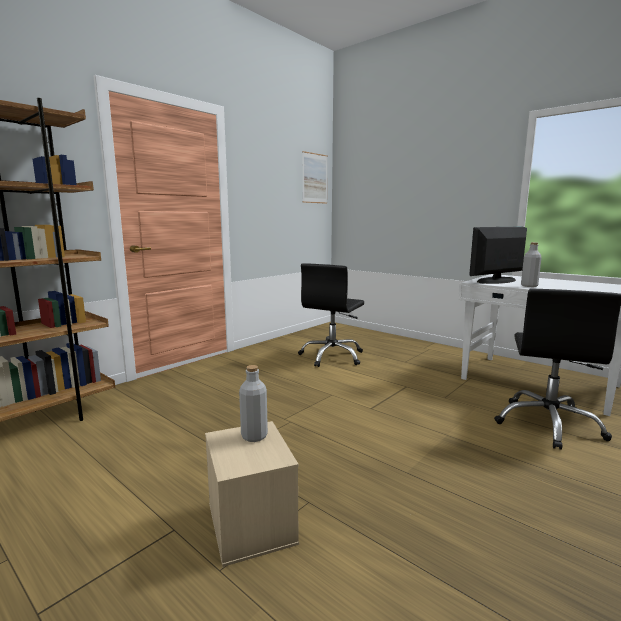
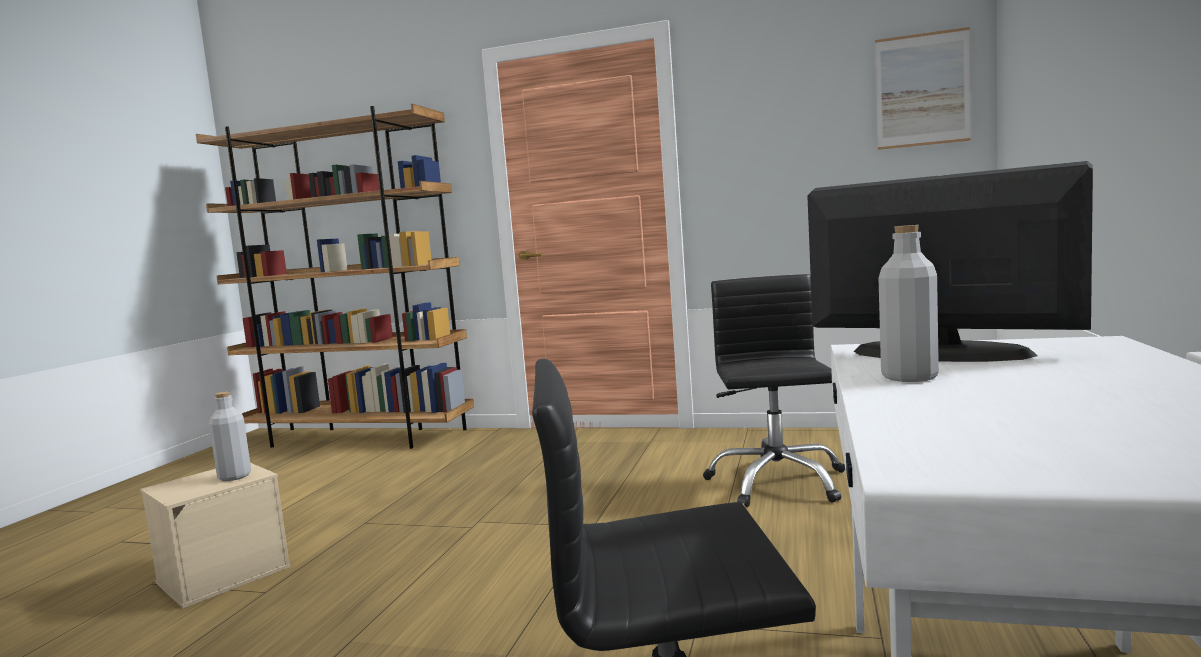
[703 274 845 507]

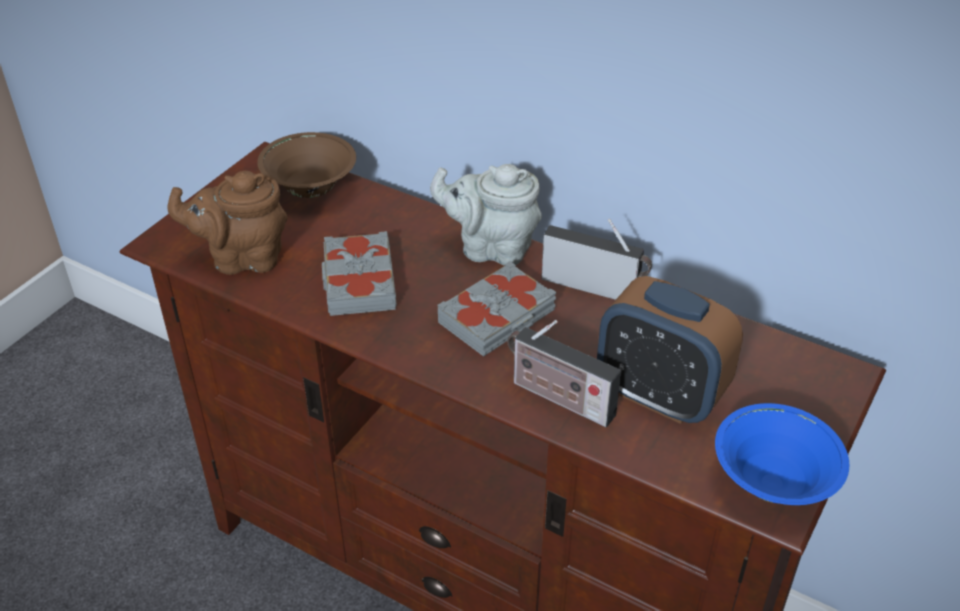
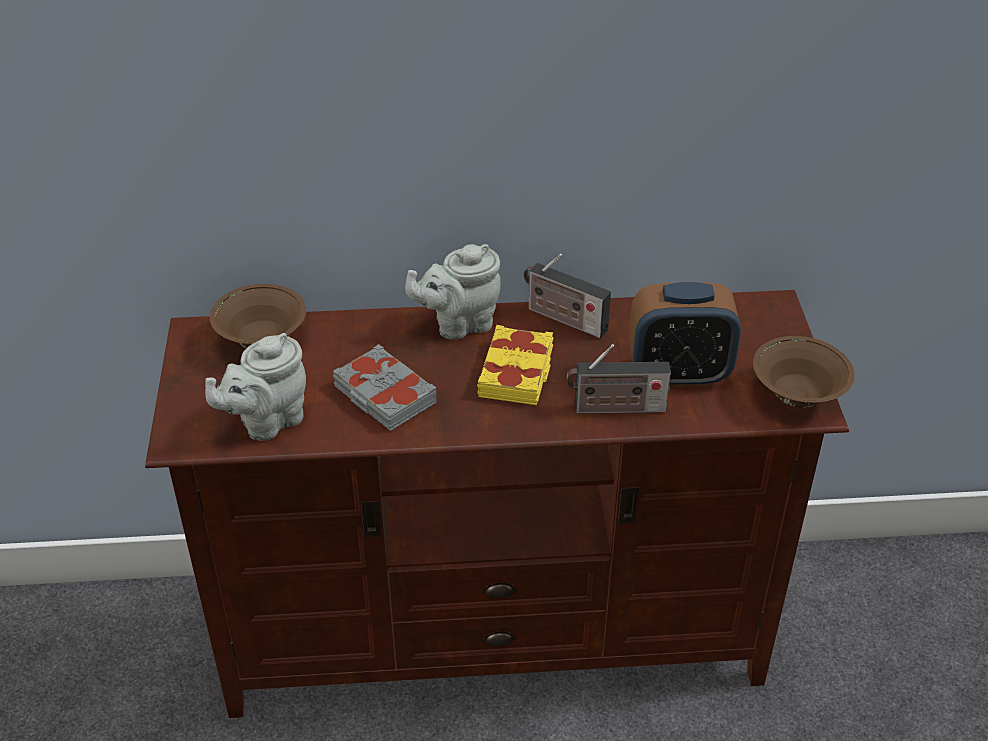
[205 333 306 441]
[477 325 553 405]
[753 336 855 408]
[524 254 611 338]

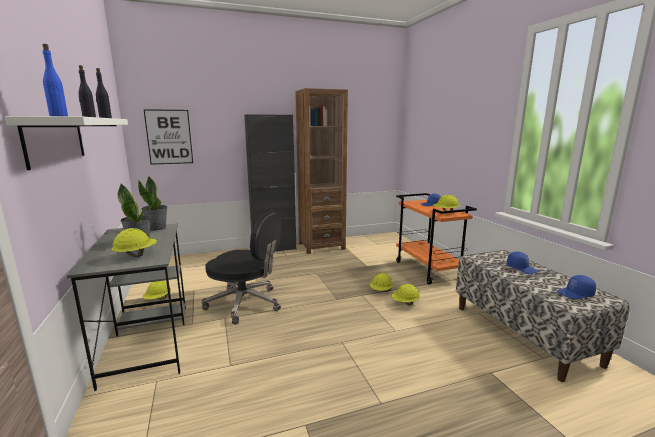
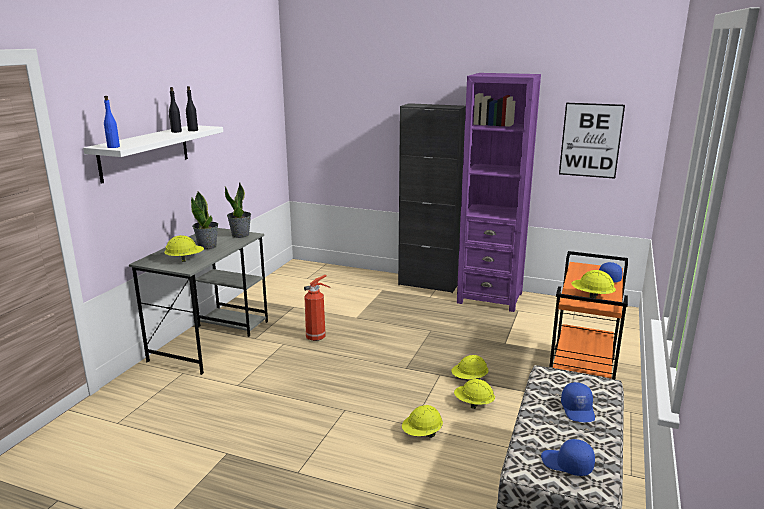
[402 405 443 438]
[559 103 625 179]
[304 275 331 341]
[457 73 541 312]

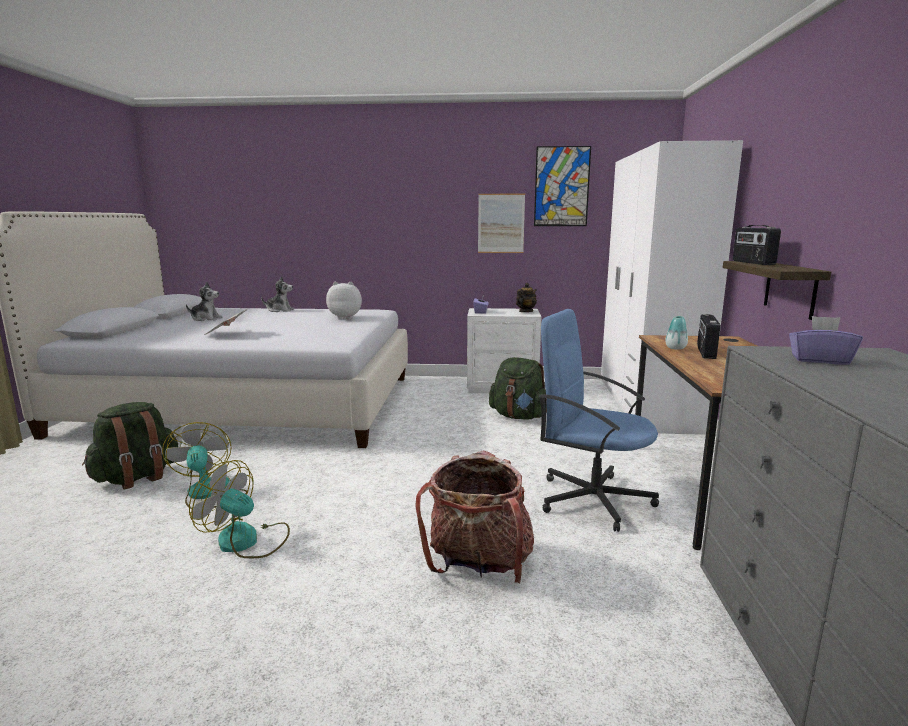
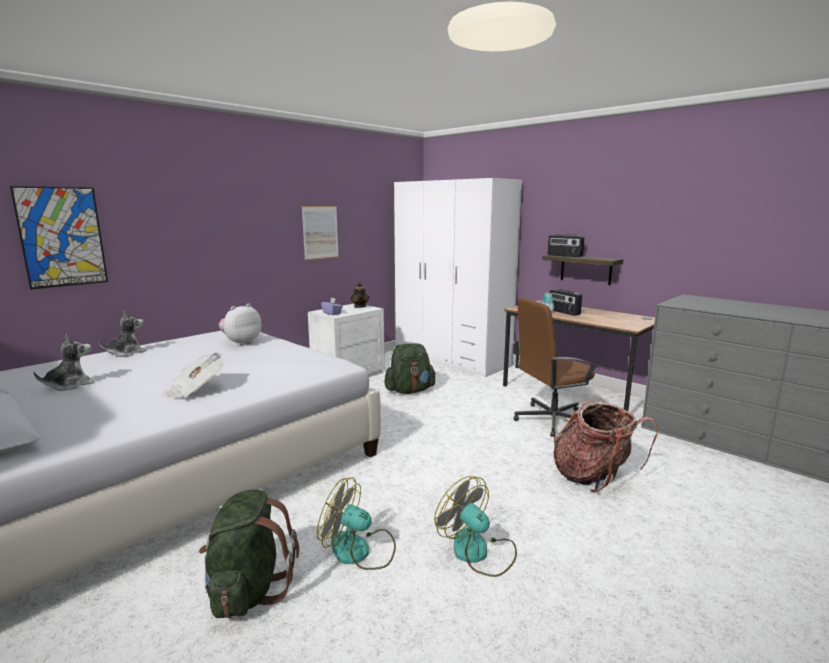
[789 316 863 365] (first image)
[10 186 108 290]
[514 298 597 437]
[434 476 517 577]

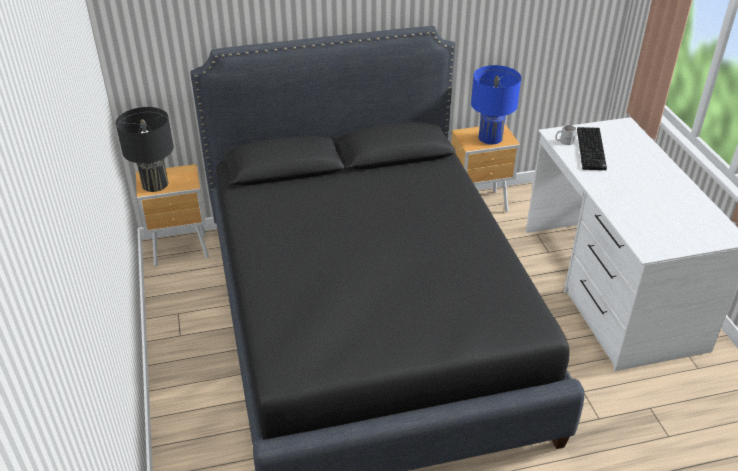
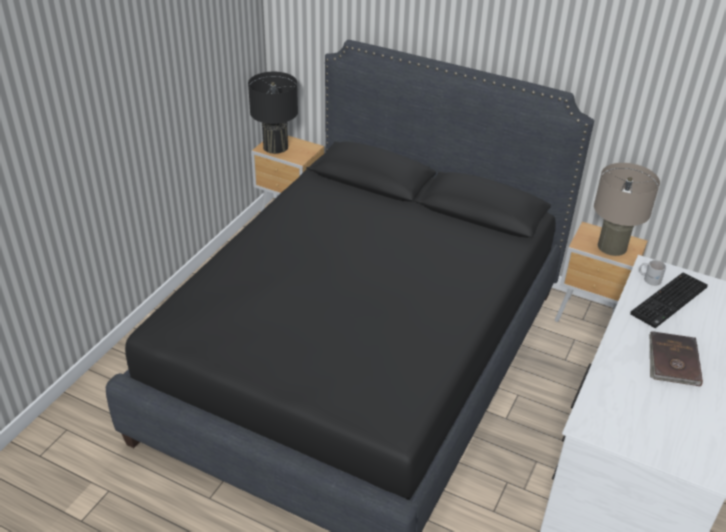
[650 331 703 386]
[594 163 660 256]

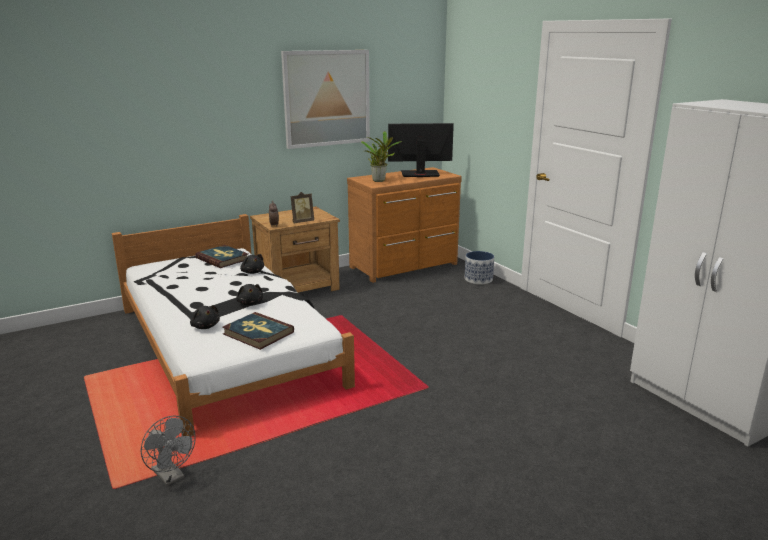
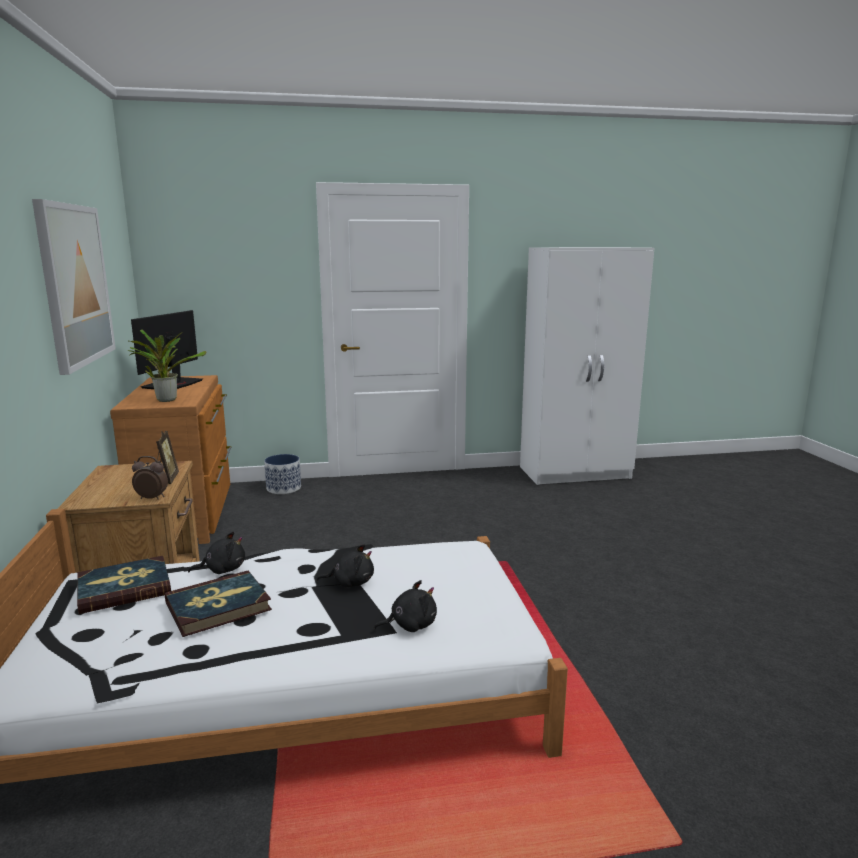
[141 416 196 486] (first image)
[165 570 272 637]

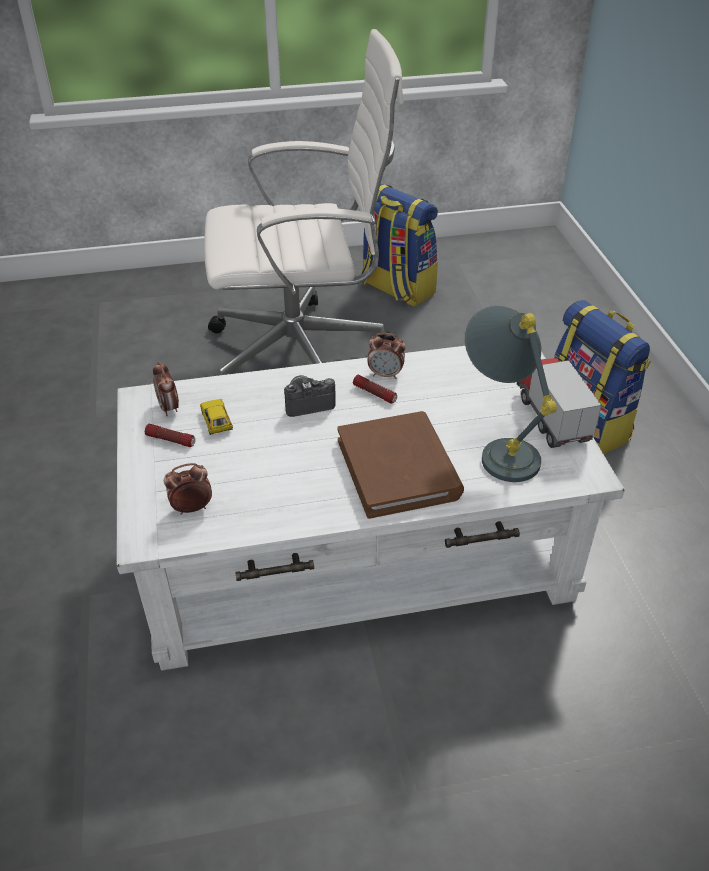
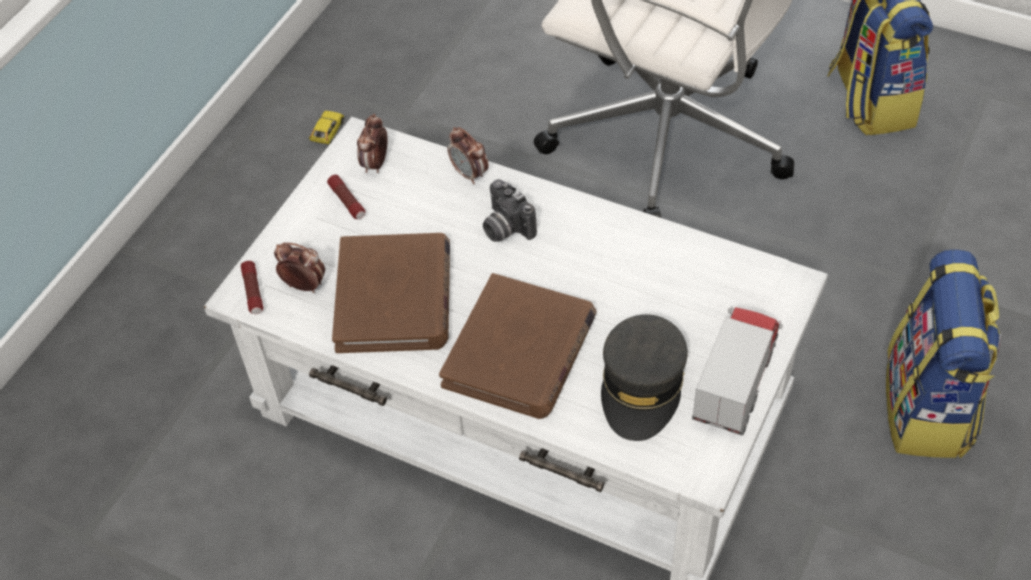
[332 233 450 353]
[309 111 344 145]
[241 261 263 314]
[448 127 488 184]
[601 314 688 441]
[483 179 537 242]

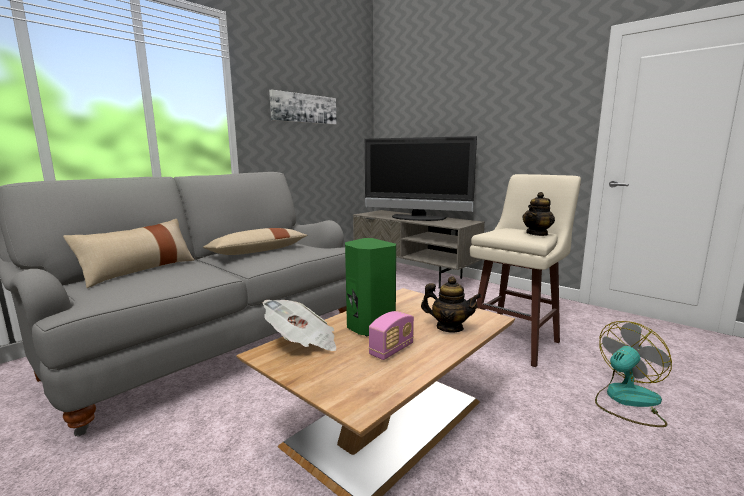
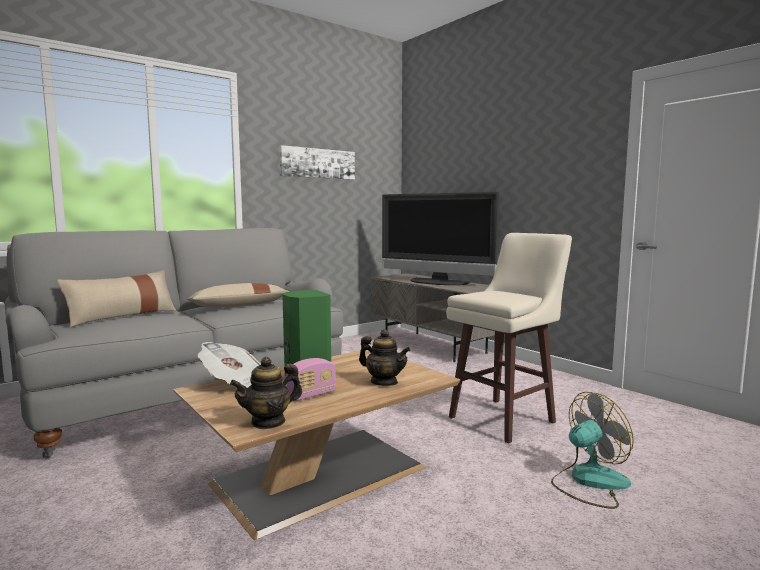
[230 357 302 429]

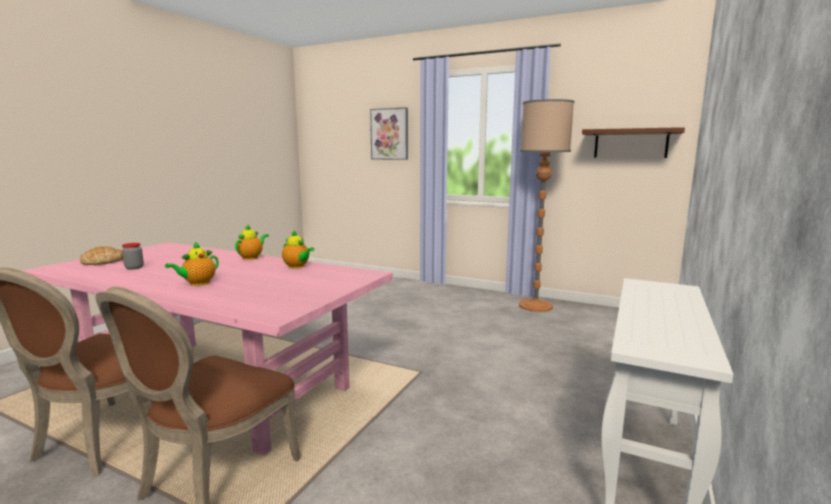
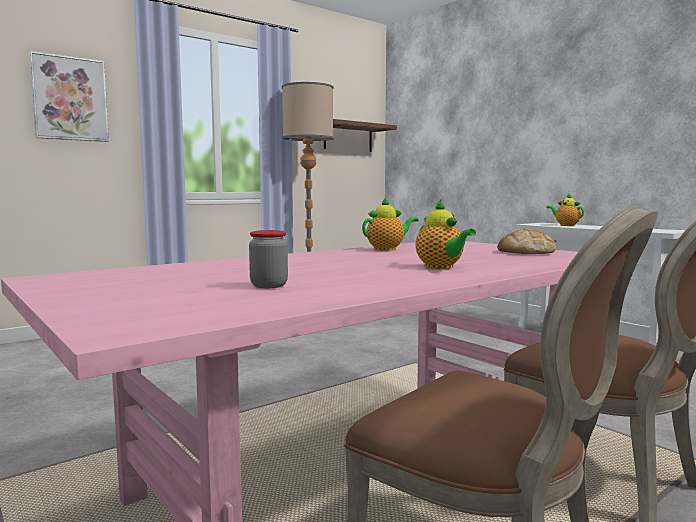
[497 228 556 254]
[546 194 584 226]

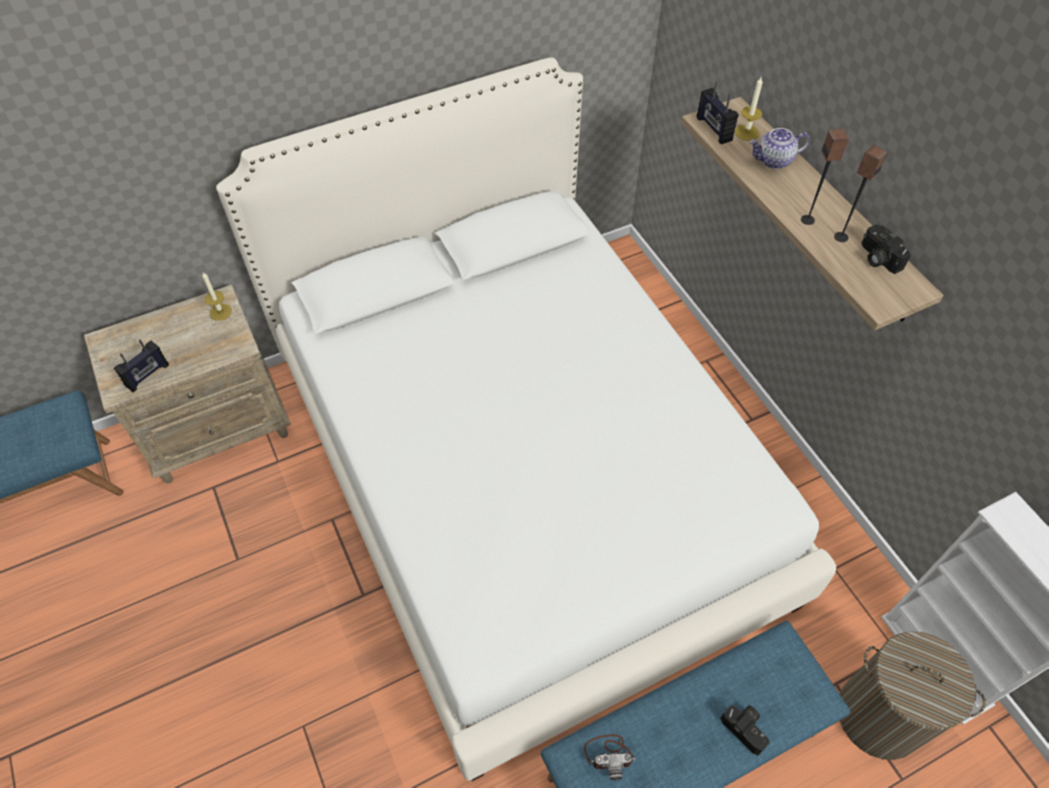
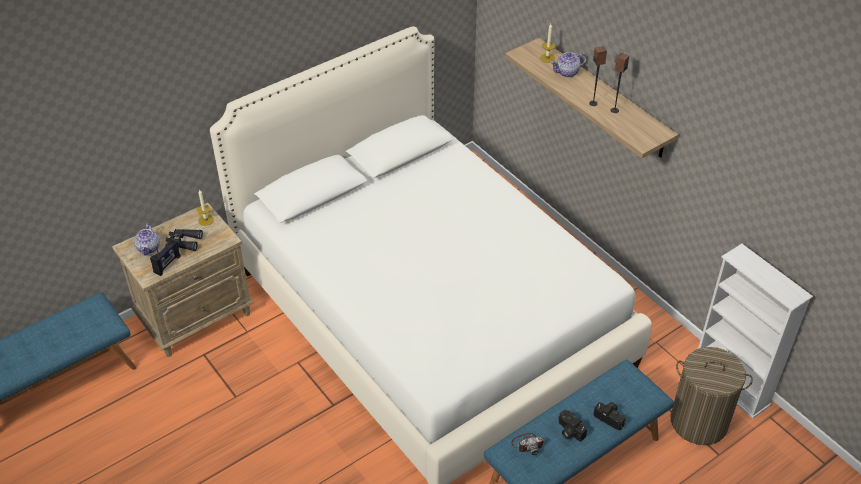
[696 81 739 144] (first image)
[134 223 160 255]
[166 229 203 251]
[558 410 587 441]

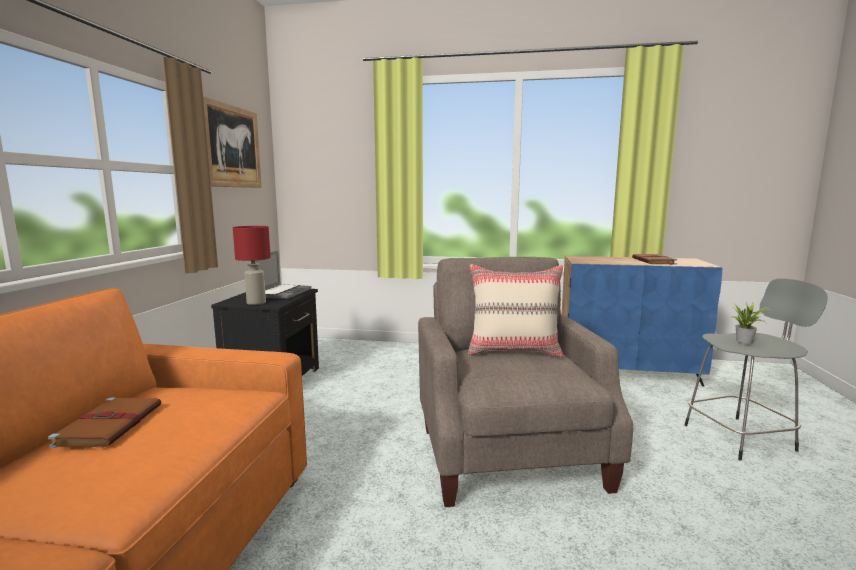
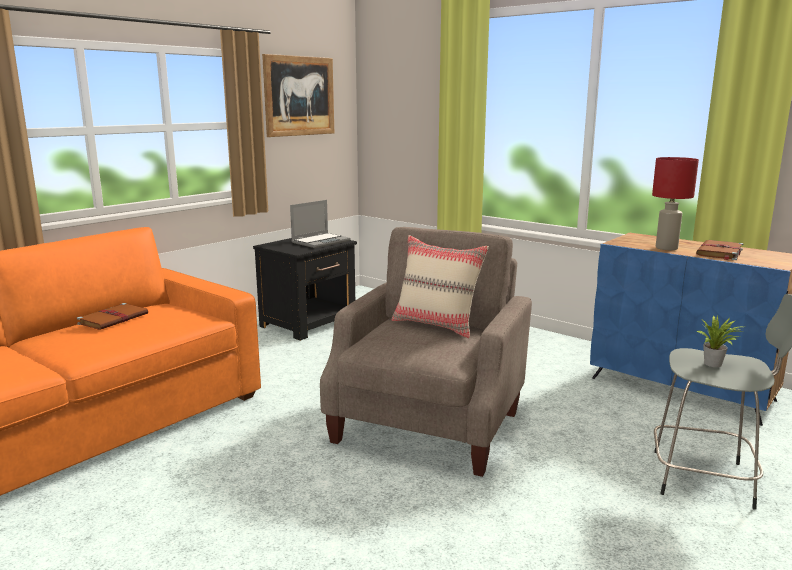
[652 157 699 250]

